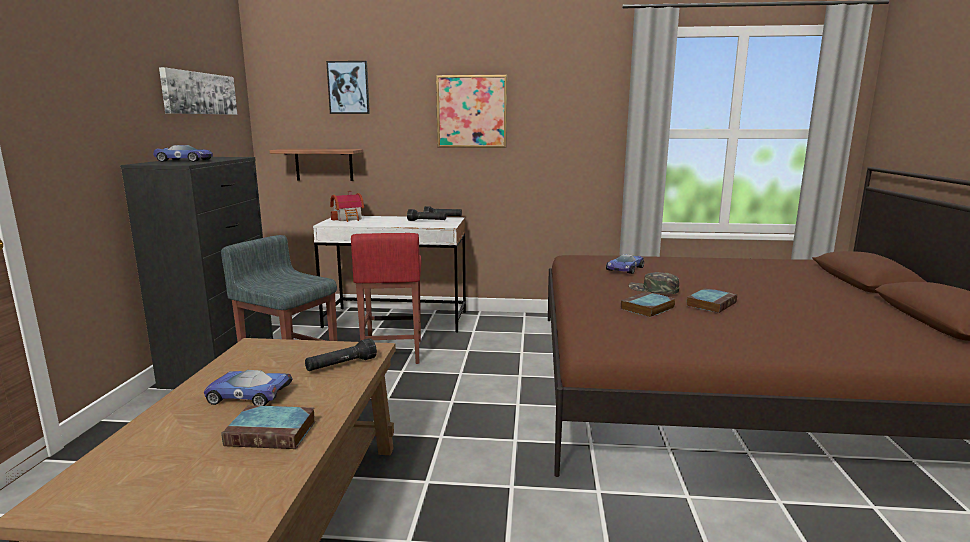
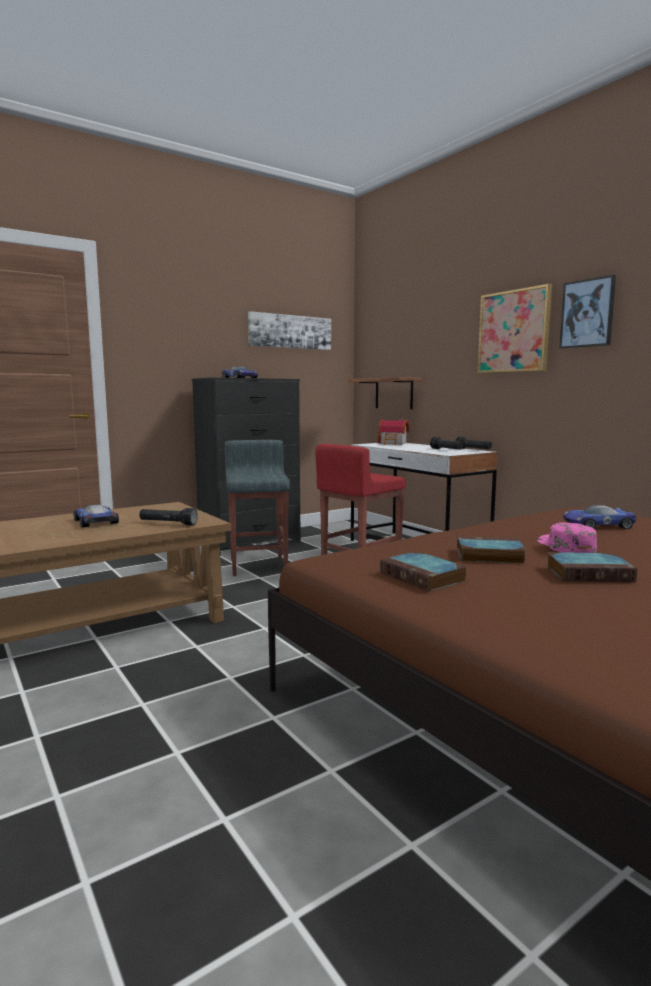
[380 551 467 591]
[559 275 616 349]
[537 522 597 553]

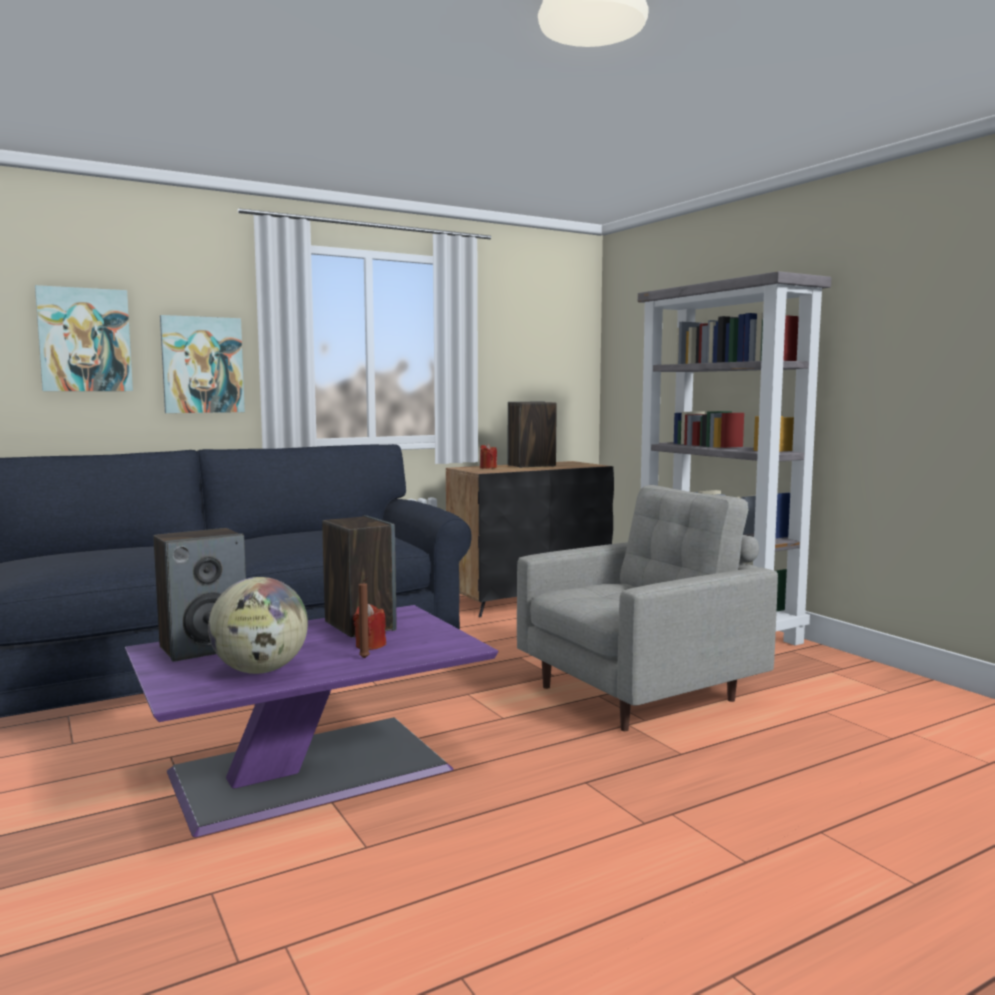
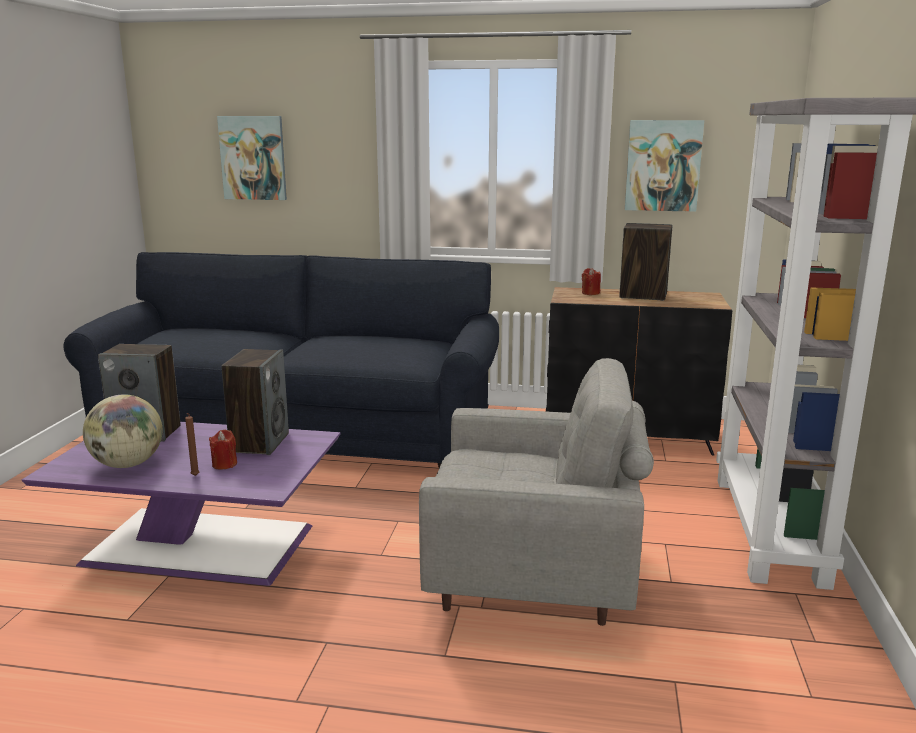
[625 120 704 212]

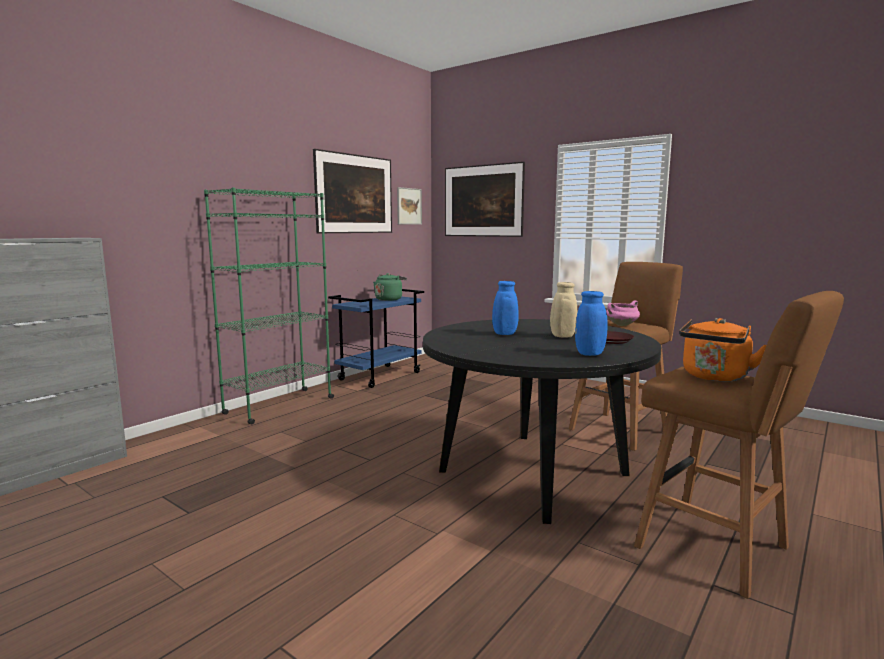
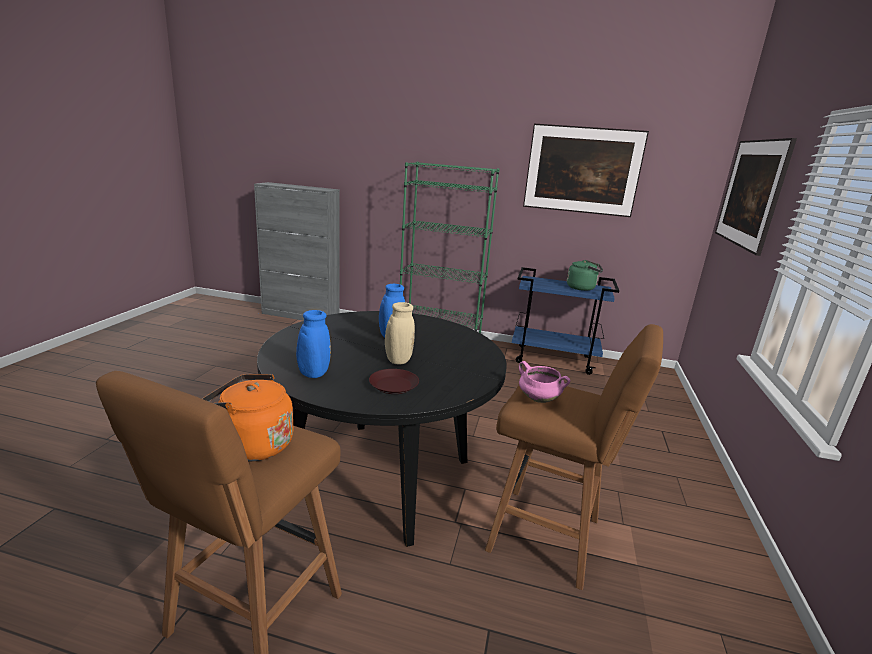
[397 187 422 225] (first image)

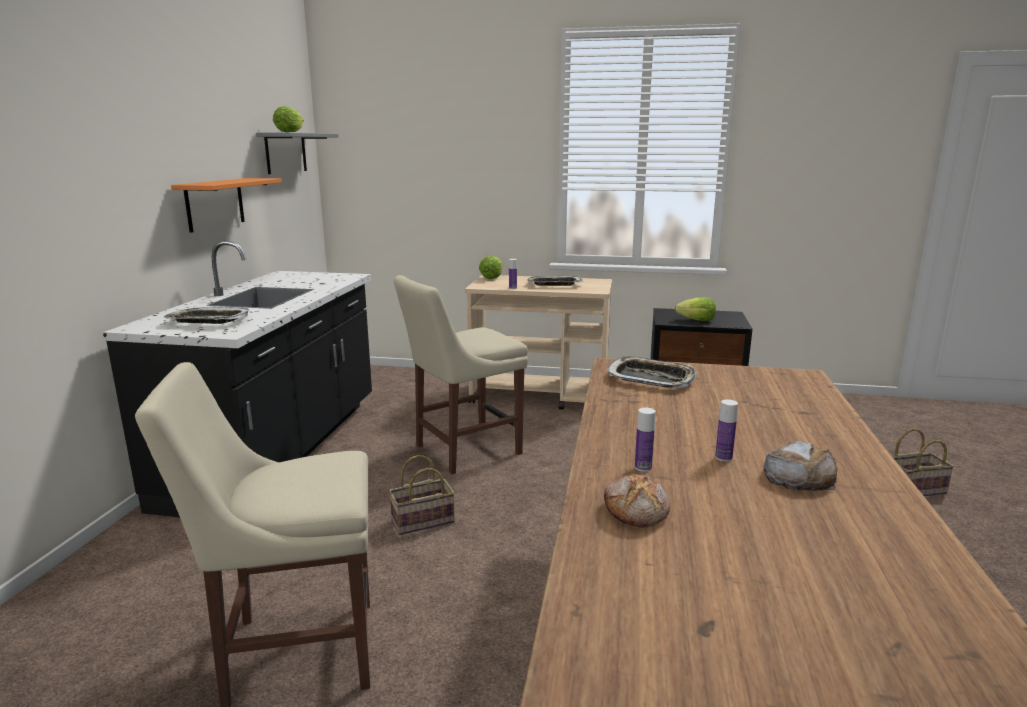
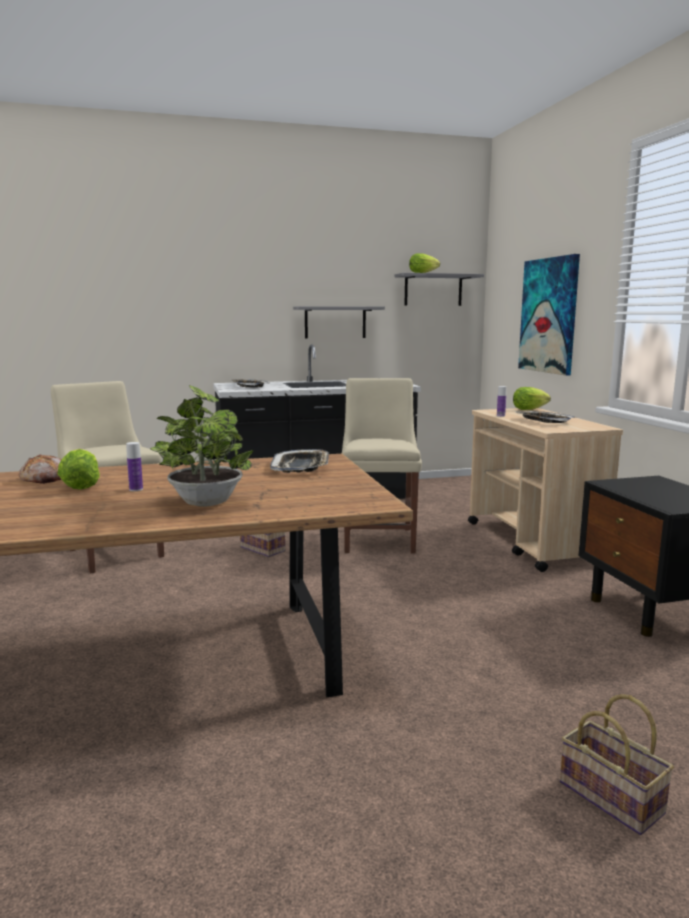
[635 408 655 472] (first image)
[764 441 837 491] (first image)
[150 385 254 507]
[518 254 580 376]
[58 449 100 490]
[293 306 385 338]
[342 378 422 554]

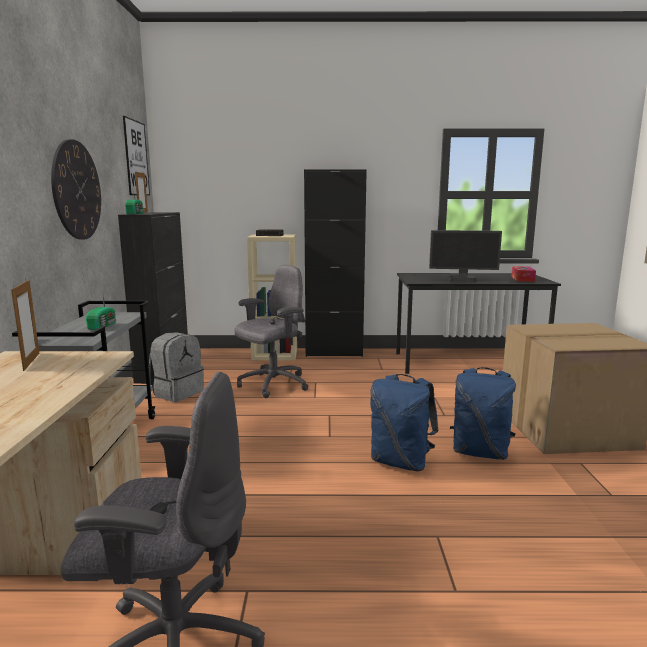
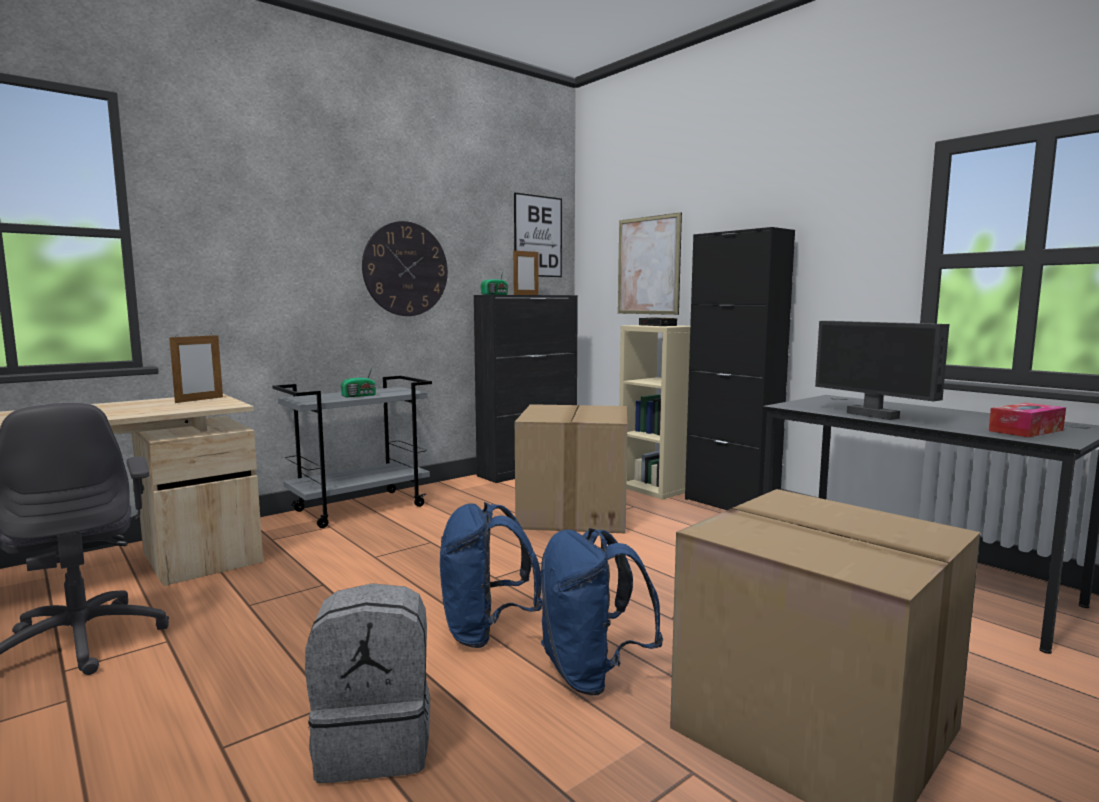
[618 212 682 315]
[305 583 430 783]
[515 404 627 533]

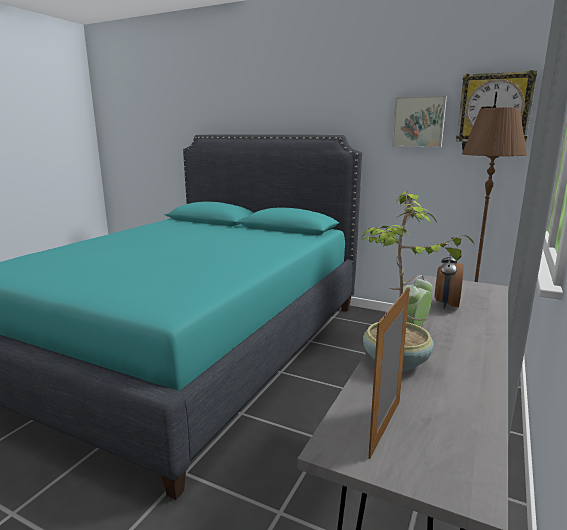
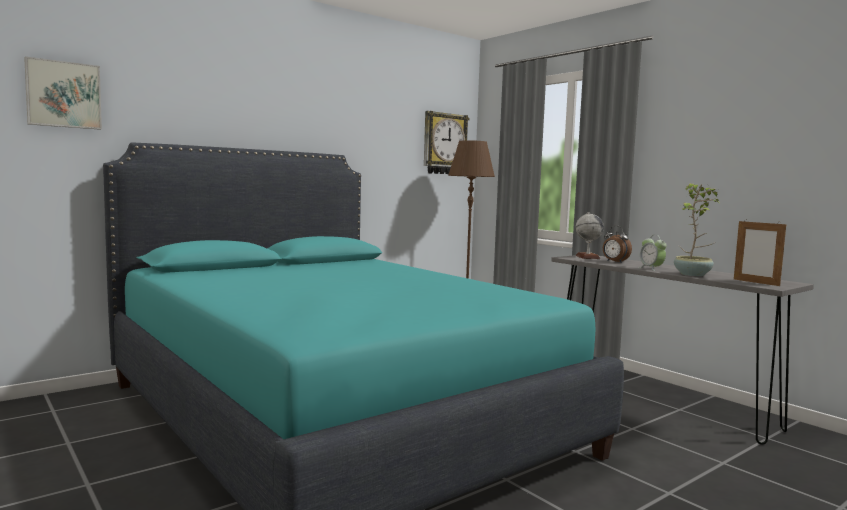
[576 212 604 259]
[24 56 102 130]

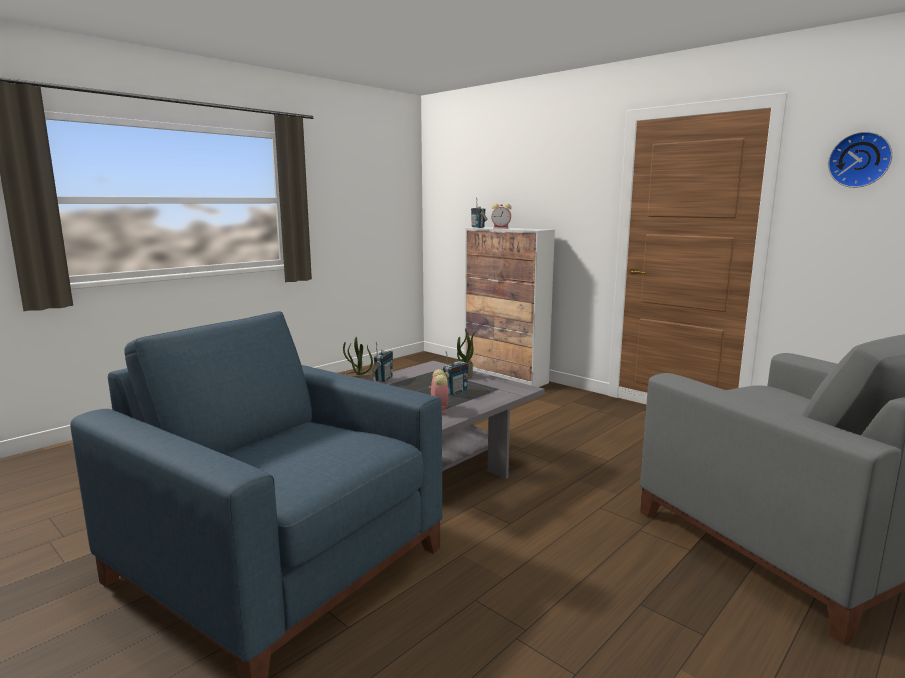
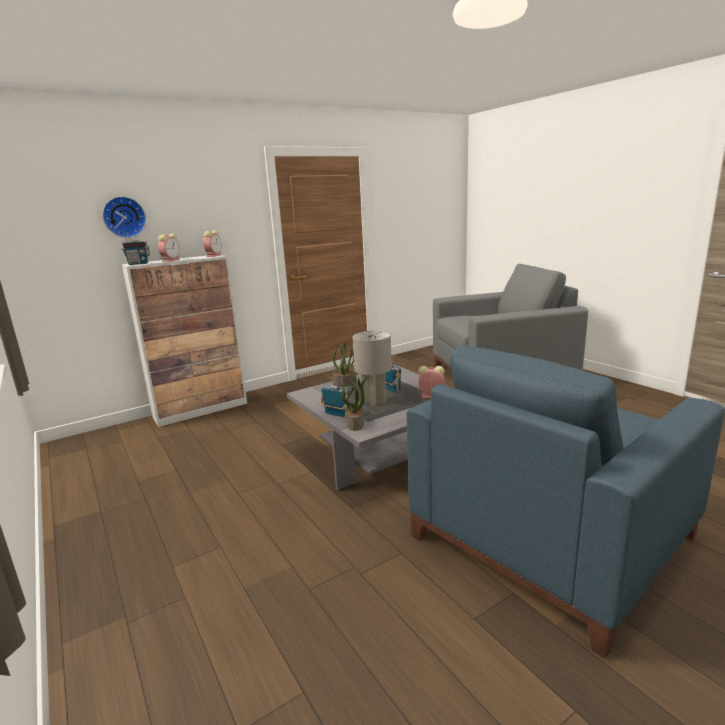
[203 230 222 257]
[353 331 392 406]
[102 196 146 238]

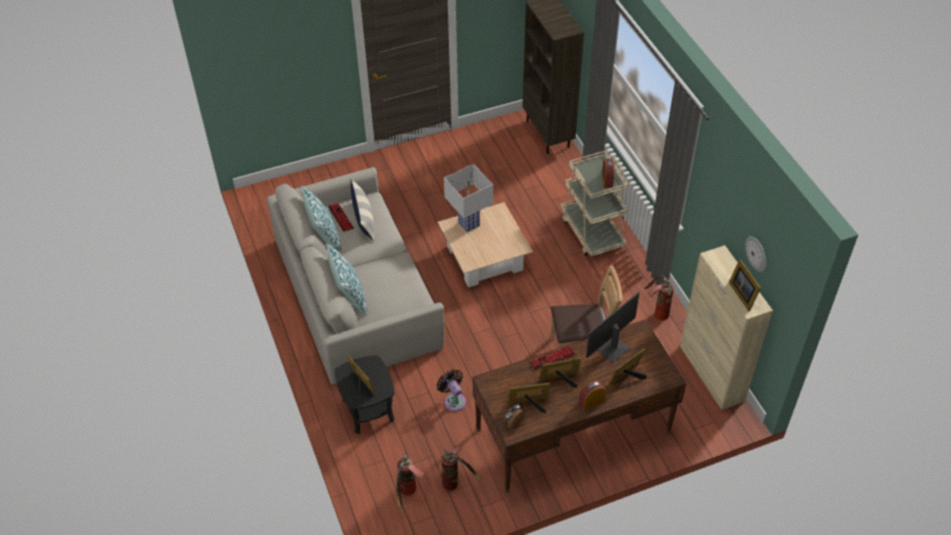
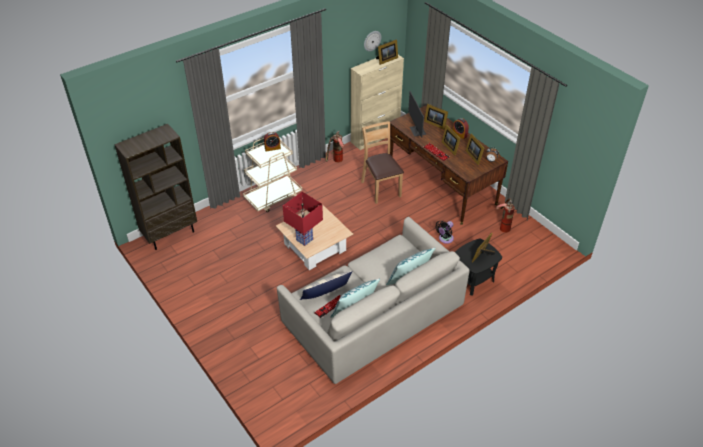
[397 453 424 509] (first image)
[283 192 323 246]
[408 91 426 138]

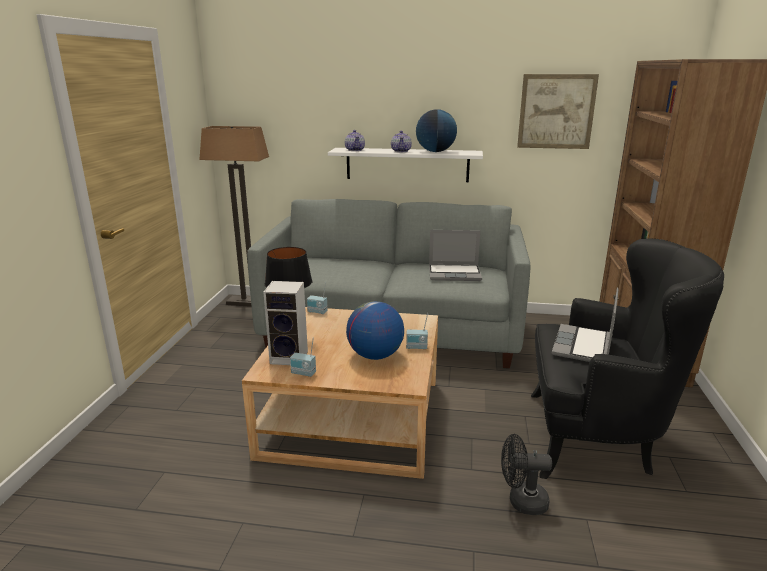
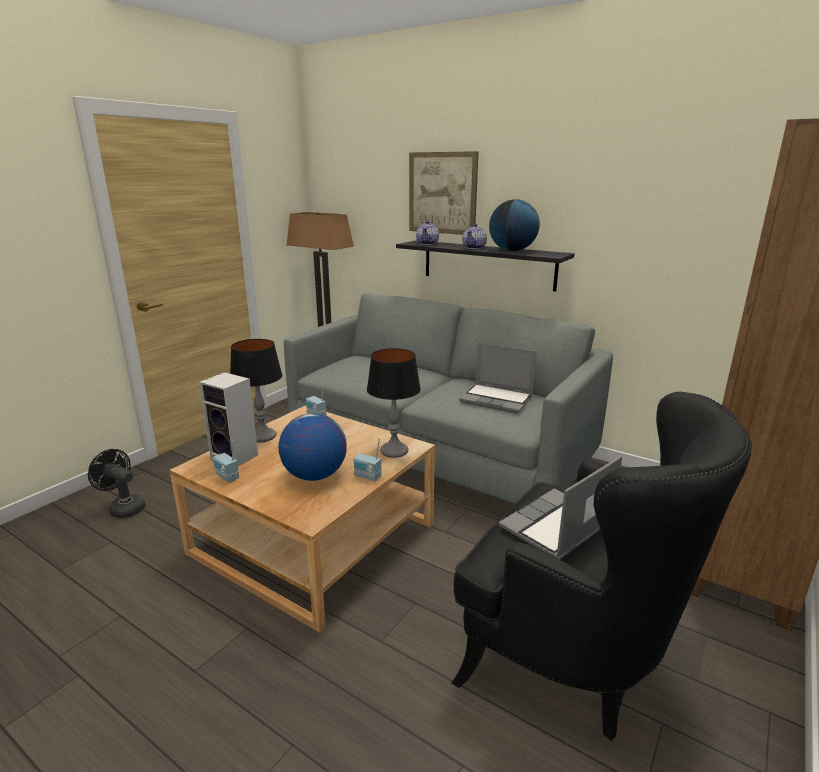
[367 348 421 458]
[88 449 145 519]
[409 151 479 235]
[396 240 575 291]

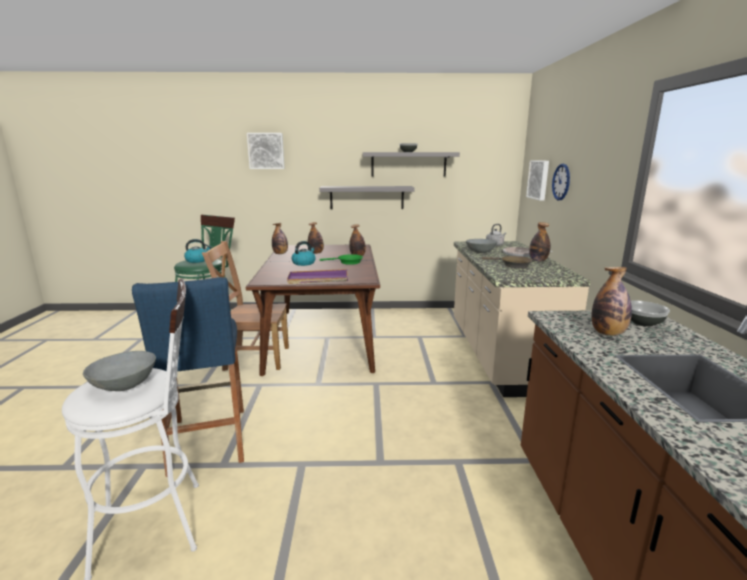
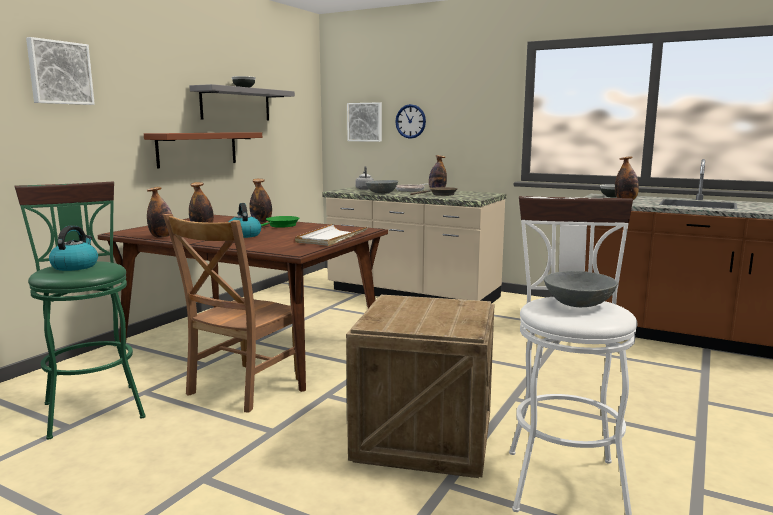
[346 295 494 478]
[295 224 368 246]
[144 132 262 168]

